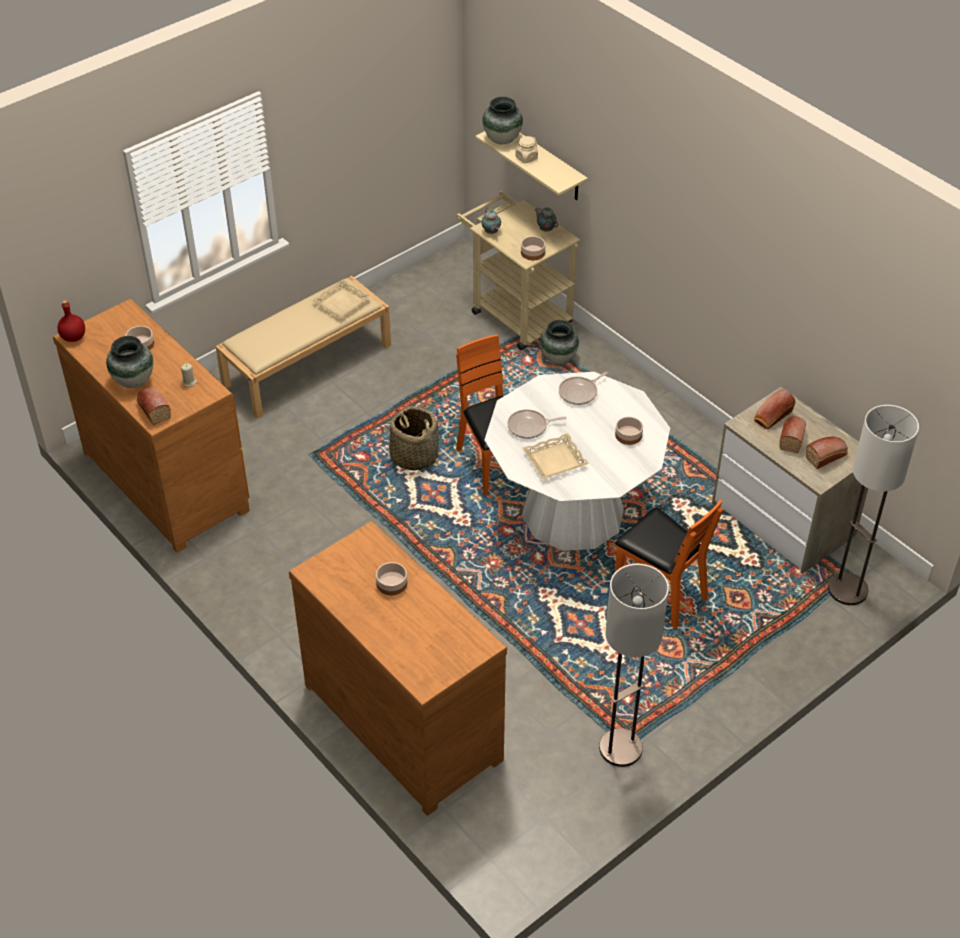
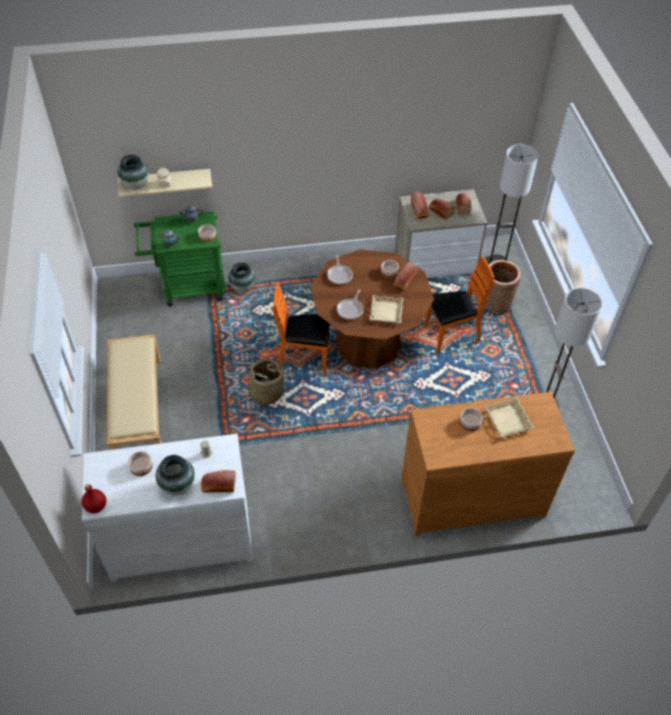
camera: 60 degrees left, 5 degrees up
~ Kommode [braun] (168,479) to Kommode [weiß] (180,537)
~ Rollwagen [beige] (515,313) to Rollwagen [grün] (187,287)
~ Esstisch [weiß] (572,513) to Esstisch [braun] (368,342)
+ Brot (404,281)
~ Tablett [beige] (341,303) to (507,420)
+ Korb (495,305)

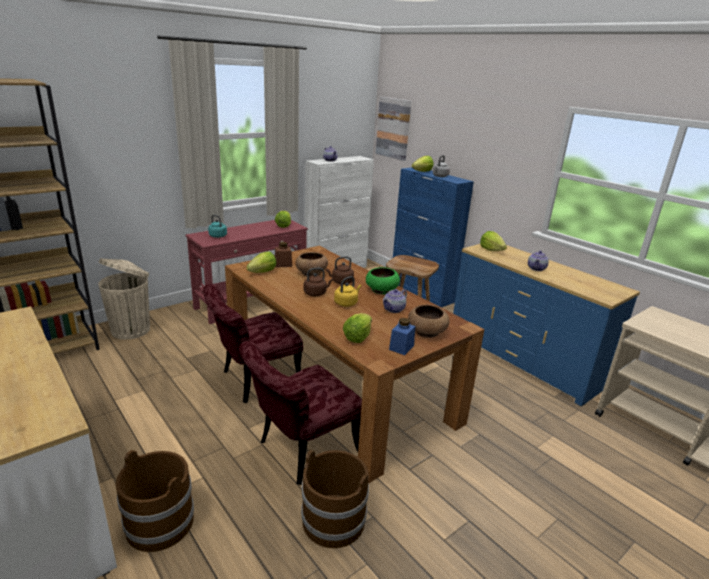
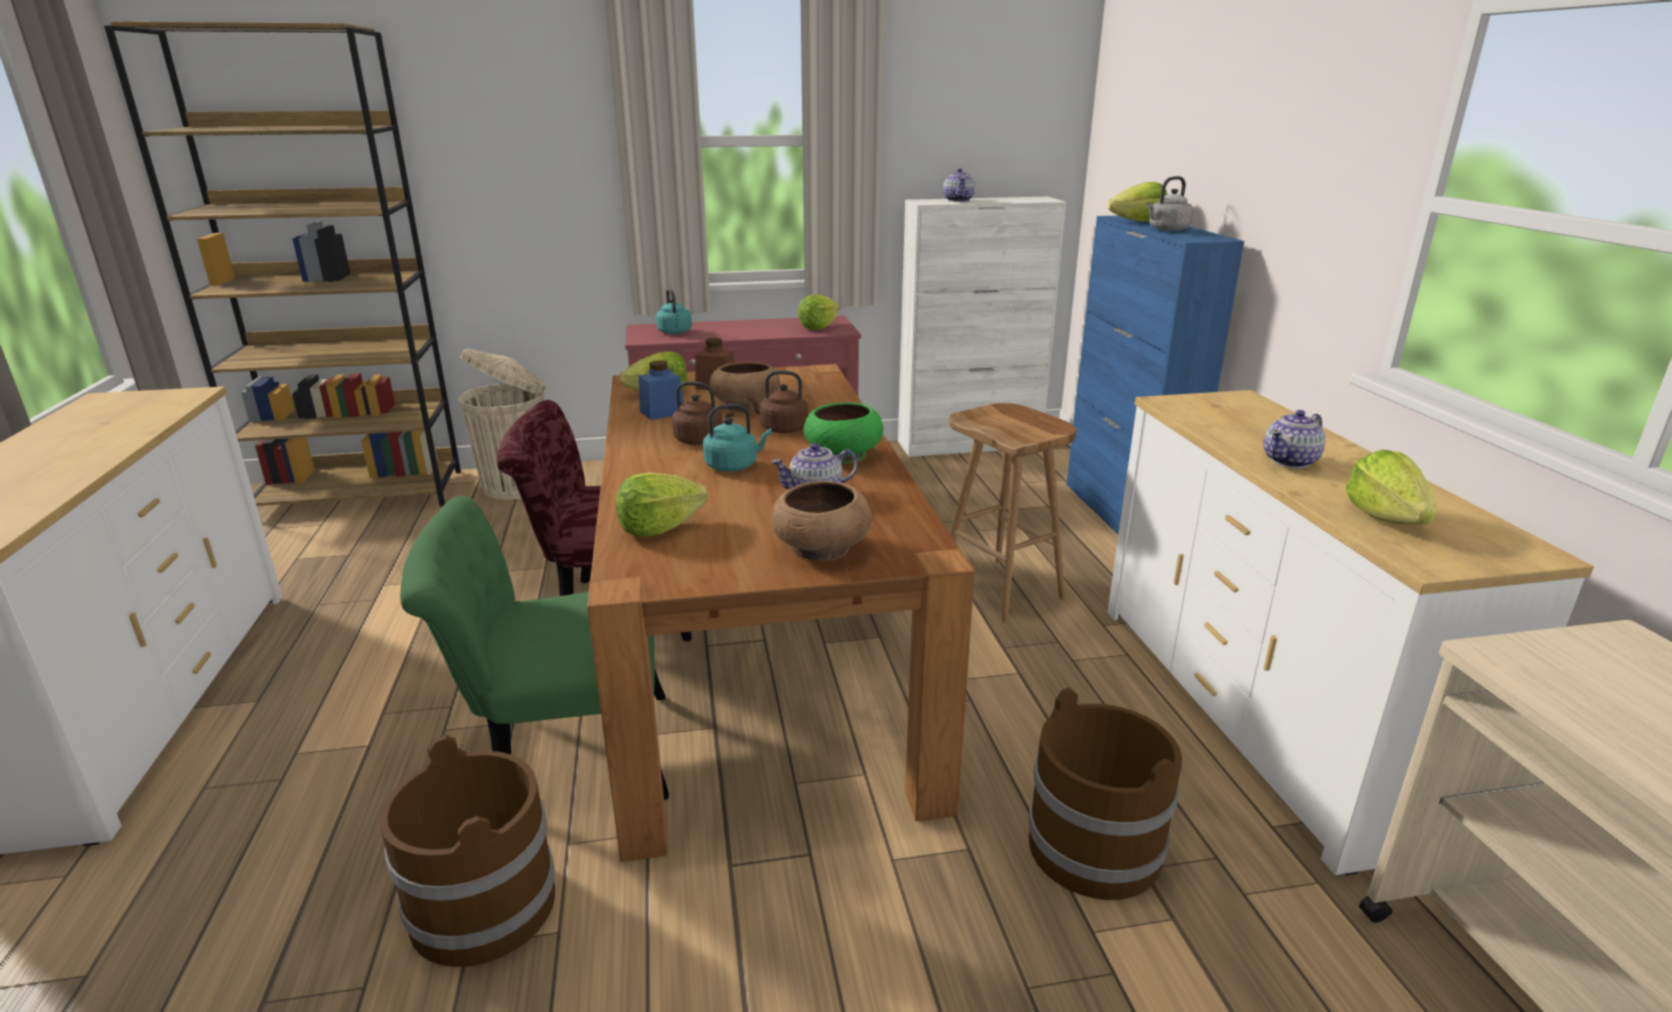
camera: 30 degrees right, 0 degrees up
~ Stuhl [rot] (300,451) to Stuhl [grün] (561,756)
~ Vorratsglas [blau] (401,347) to (662,412)
~ Wasserkessel [gelb] (346,303) to Wasserkessel [türkis] (734,466)
~ Eimer [braun] (159,523) to (1093,848)
~ Kommode [blau] (523,359) to Kommode [weiß] (1260,712)
~ Salatkopf (491,250) to (1386,518)
- Bild (393,128)

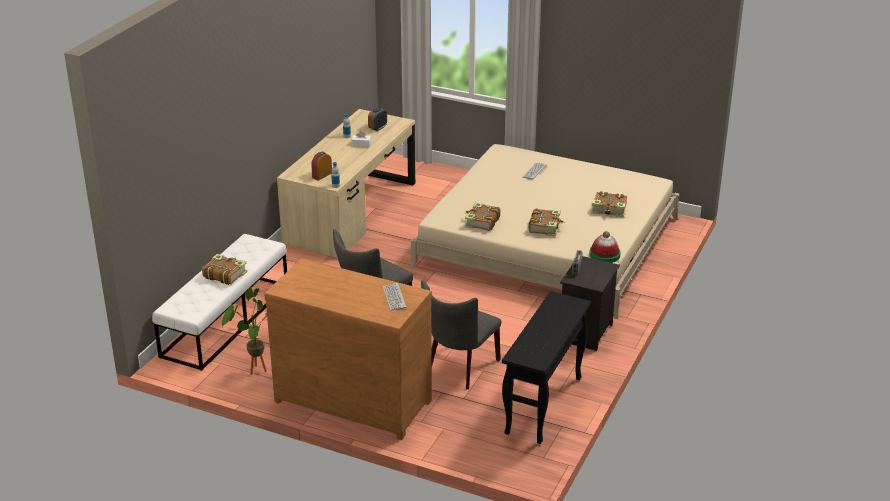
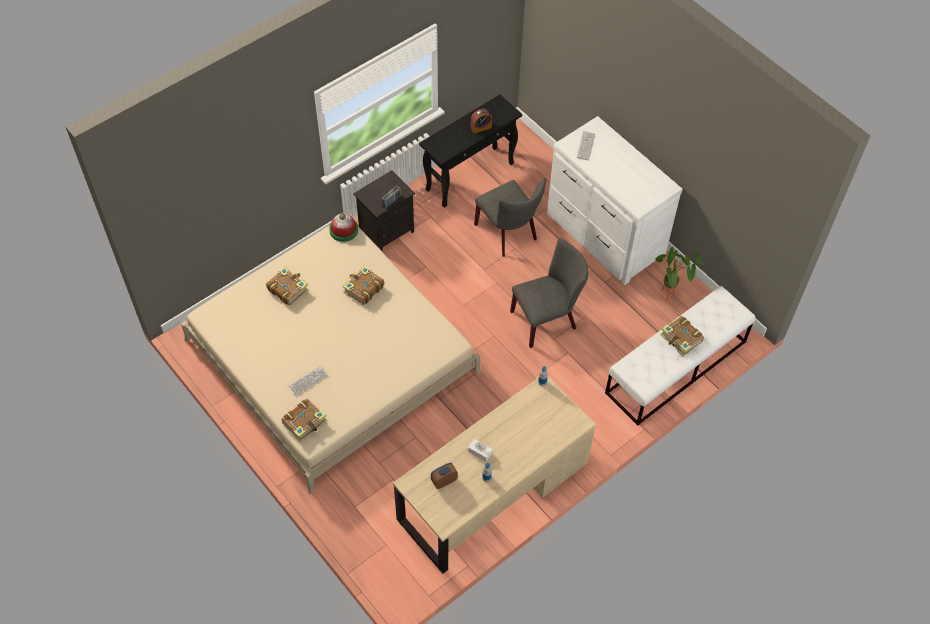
camera: 155 degrees left, 25 degrees up
~ Buch (481,222) to (305,422)
~ Wecker (322,175) to (481,128)
~ Stuhl [grau] (459,369) = (508,234) 90 degrees clockwise
~ Kommode [braun] (354,399) to Kommode [weiß] (603,235)

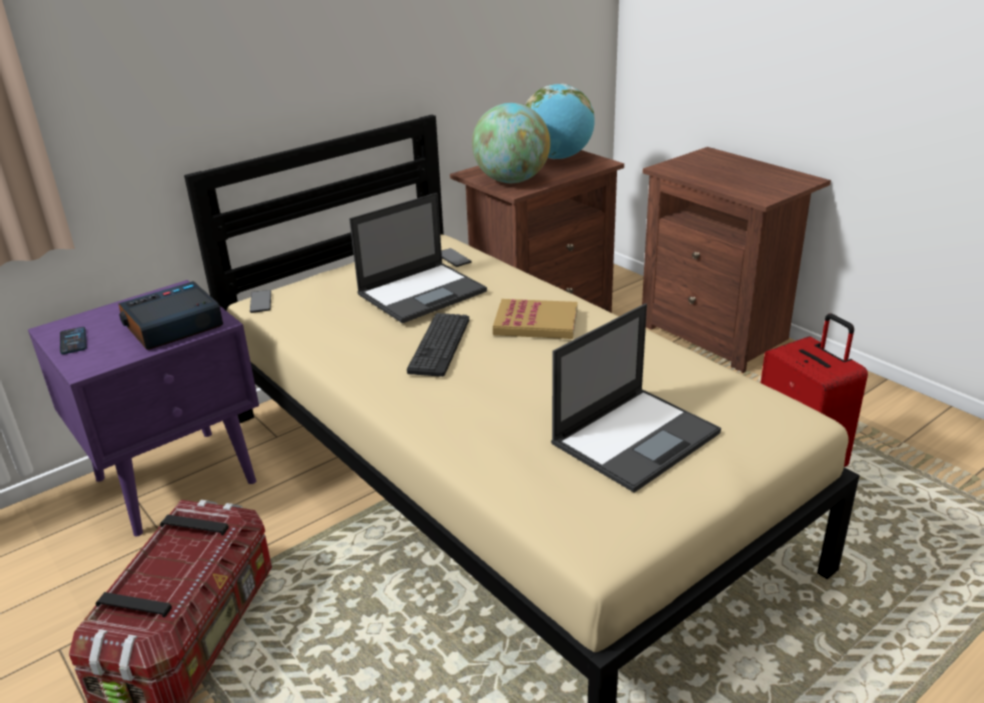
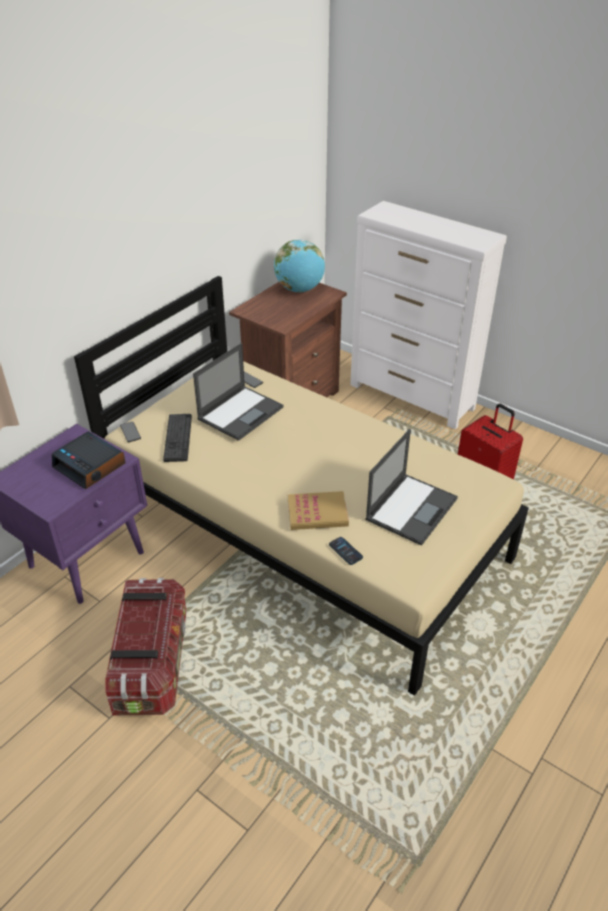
camera: 15 degrees left, 10 degrees up
~ Wecker (172,326) = (90,466) 90 degrees counterclockwise
~ Tastatur (439,345) to (178,438)
~ Buch (536,323) to (317,513)
~ Handy (73,341) to (345,551)
~ Nachttisch [braun] (718,333) to Kommode [weiß] (412,397)
- Globus (512,181)

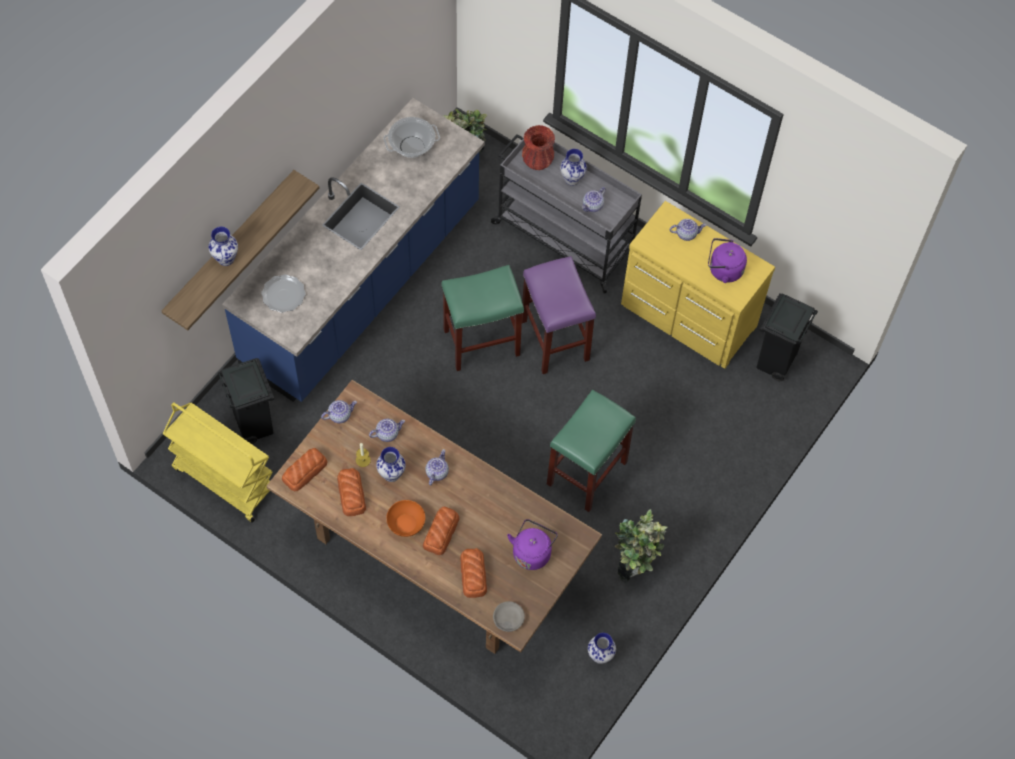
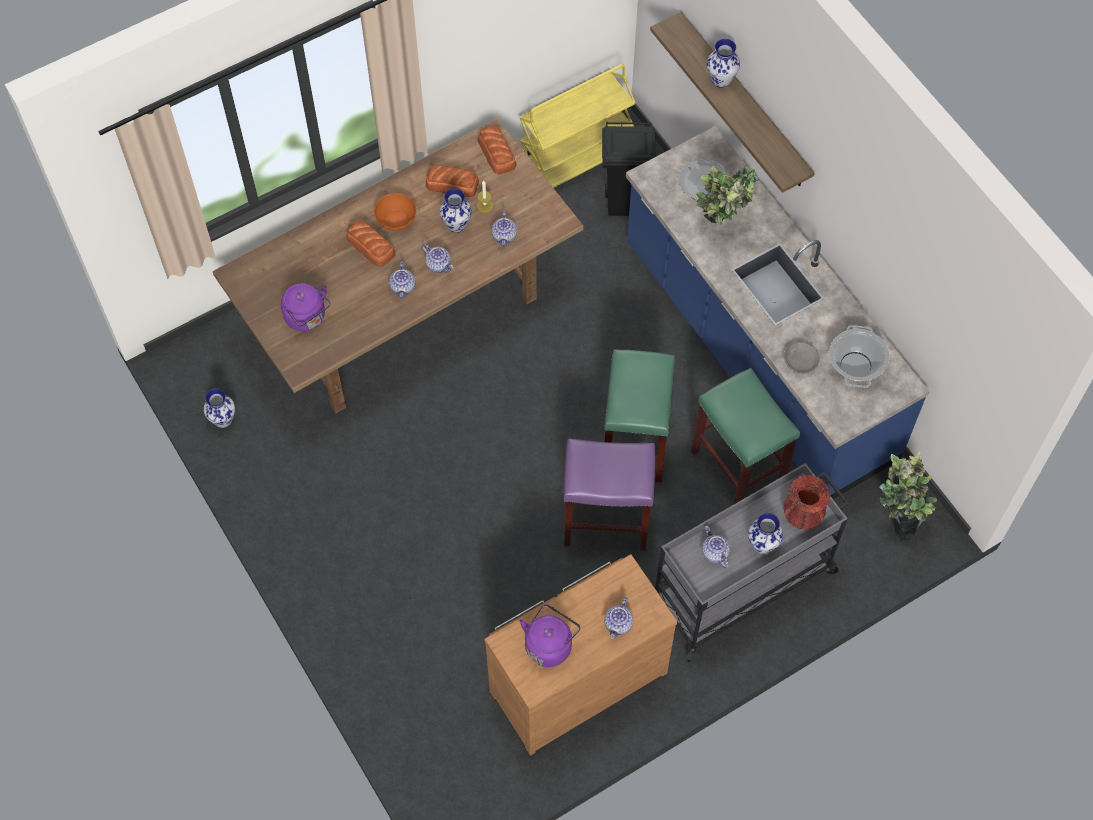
camera: 115 degrees right, 0 degrees up
~ Teekanne (340,415) to (403,287)
~ Kommode [gelb] (687,318) to Kommode [braun] (574,678)
~ Hocker [grün] (587,472) to (739,468)
~ Topfpflanze (634,566) to (721,232)
~ Schüssel [grau] (508,619) to (800,360)
- Brot (473,575)
- Mülleimer [schwarz] (774,363)

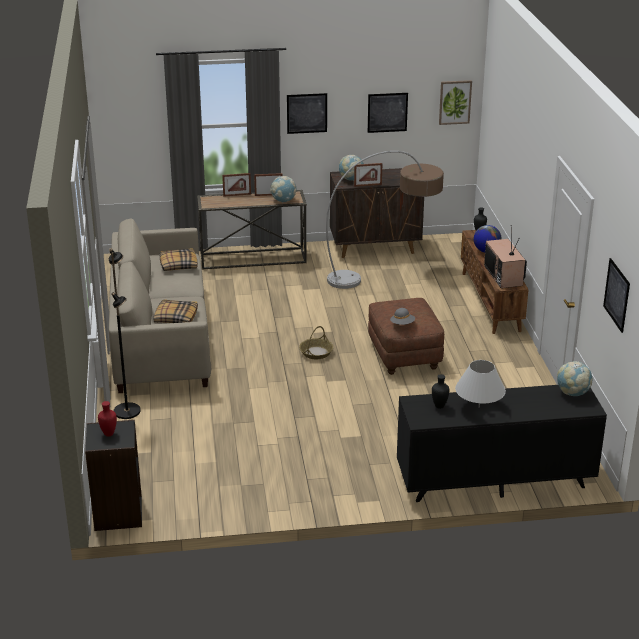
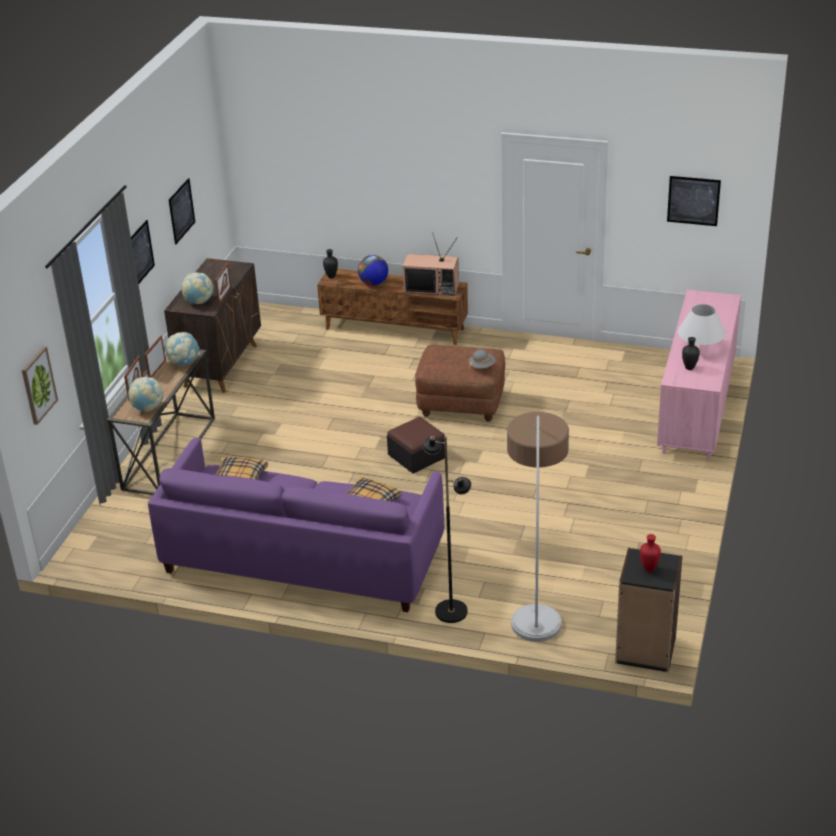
camera: 65 degrees left, 5 degrees up
~ Bild (455,102) to (38,385)
~ Globus (572,393) to (148,408)
~ Sofa [beige] (160,337) to Sofa [lila] (302,558)
~ Korb (316,352) to Polsterhocker (417,456)
~ Stehlampe (387,273) to (536,579)
~ Kommode [schwarz] (494,480) to Kommode [rosa] (696,410)

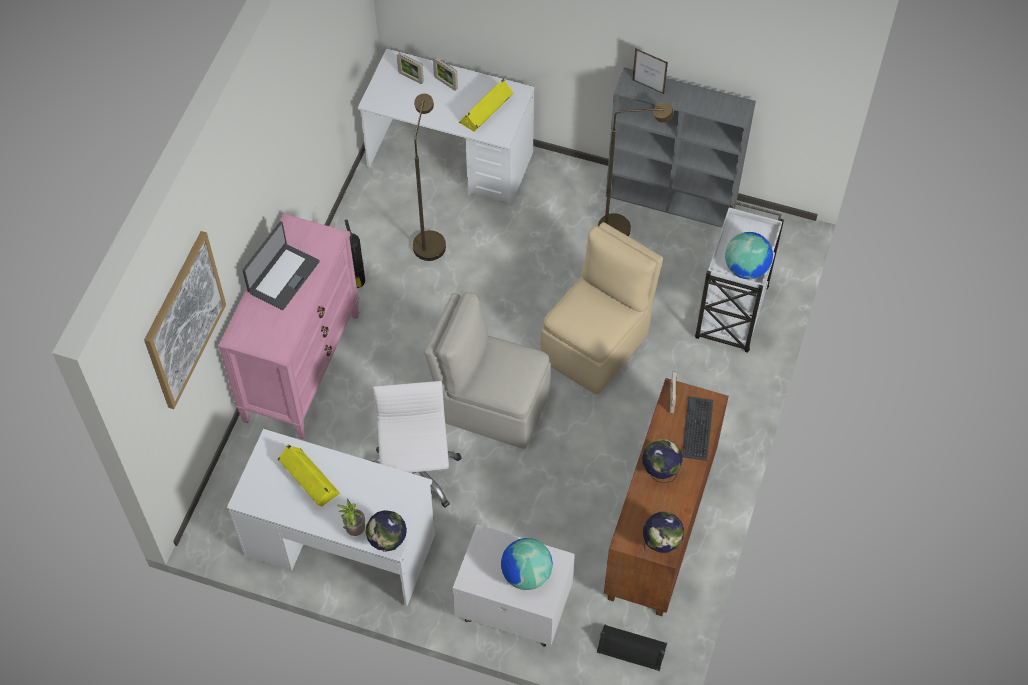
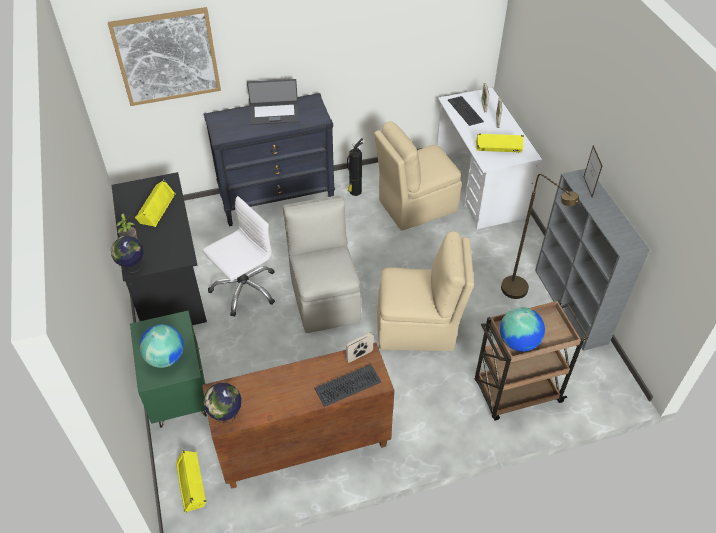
camera: 55 degrees right, 10 degrees down
~ Schreibtisch [weiß] (339,545) to Schreibtisch [schwarz] (168,280)
~ Nachttisch [weiß] (513,610) to Nachttisch [grün] (179,394)
~ Lautsprecher [schwarz] (631,648) to Lautsprecher [gelb] (192,483)
~ Kommode [rosa] (302,366) to Kommode [schwarz] (277,200)
~ Stehlampe [braun] (429,239) to Stuhl [beige] (415,206)
+ Tastatur (465,111)
~ Rollwagen [weiß] (731,315) to Rollwagen [braun] (516,392)
- Globus (659,472)

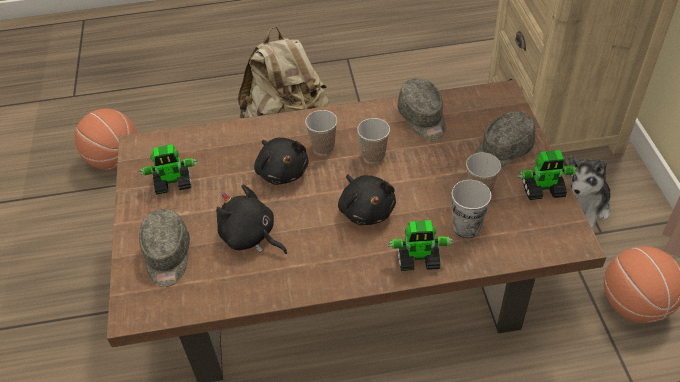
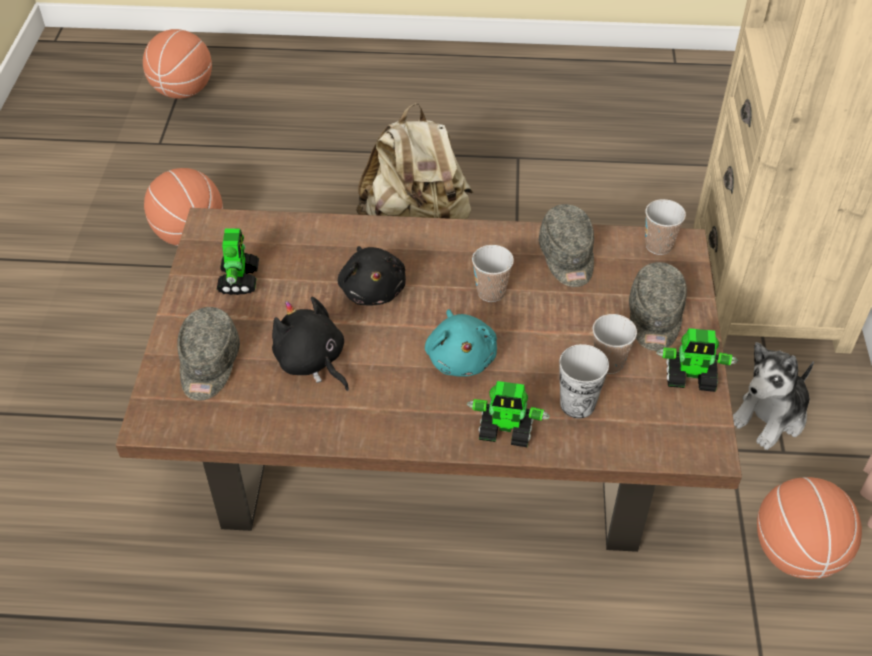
camera: 10 degrees right, 0 degrees up
+ Basketball (183,91)
~ Spielzeugroboter (174,183) = (239,279) 90 degrees counterclockwise
~ Plüschtier [schwarz] (366,209) to Plüschtier [türkis] (461,357)
~ Kappe [grau] (502,151) = (654,318) 60 degrees counterclockwise
~ Tasse (323,147) to (658,246)

